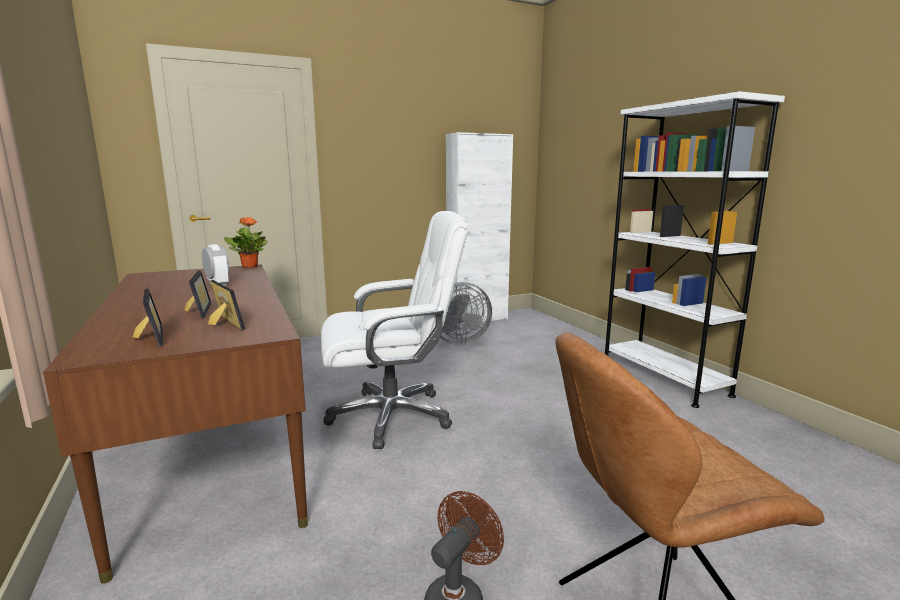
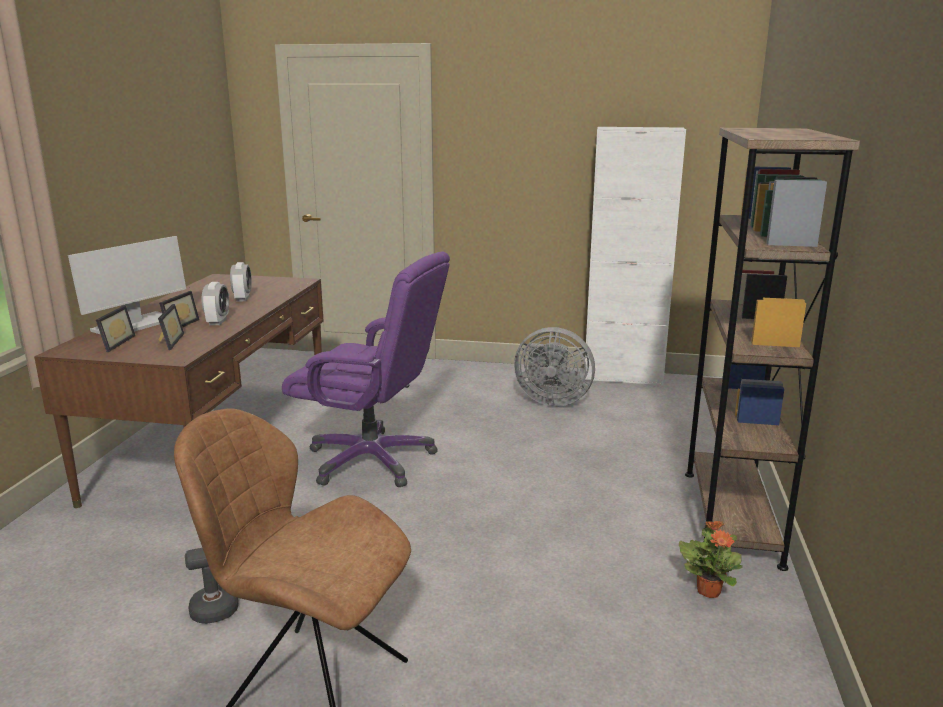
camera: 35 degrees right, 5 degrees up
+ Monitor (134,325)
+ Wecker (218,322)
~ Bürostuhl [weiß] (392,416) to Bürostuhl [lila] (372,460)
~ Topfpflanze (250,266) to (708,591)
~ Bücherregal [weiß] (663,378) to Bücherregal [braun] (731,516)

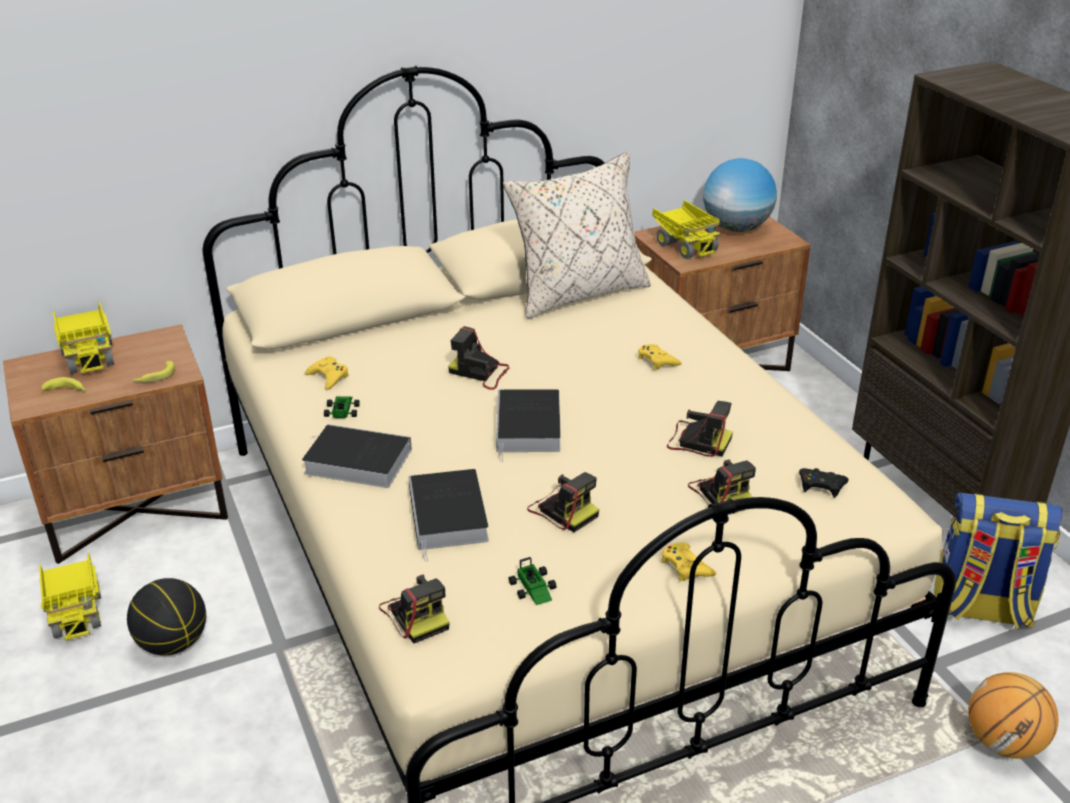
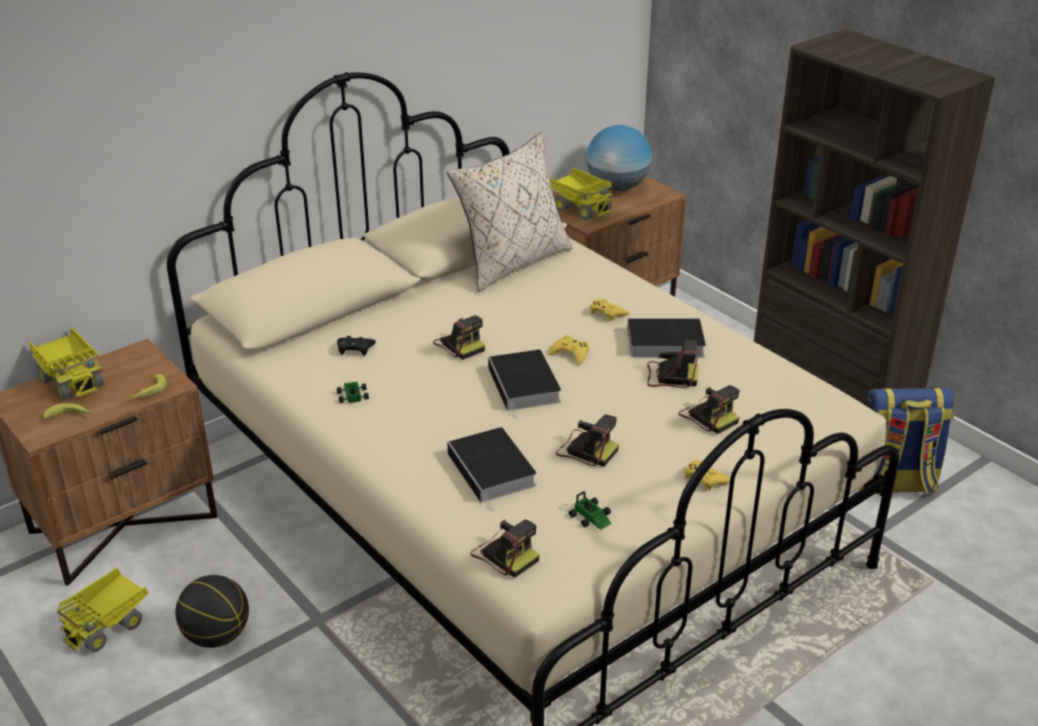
camera: 15 degrees left, 0 degrees up
~ Spielzeuglaster (76,612) = (108,626) 75 degrees clockwise
~ Gamepad [schwarz] (821,485) to (355,349)
~ Kamera (480,373) = (460,345) 135 degrees counterclockwise
~ Gamepad [gelb] (328,377) to (570,354)
~ Buch (354,461) to (662,343)
- Basketball (1004,743)

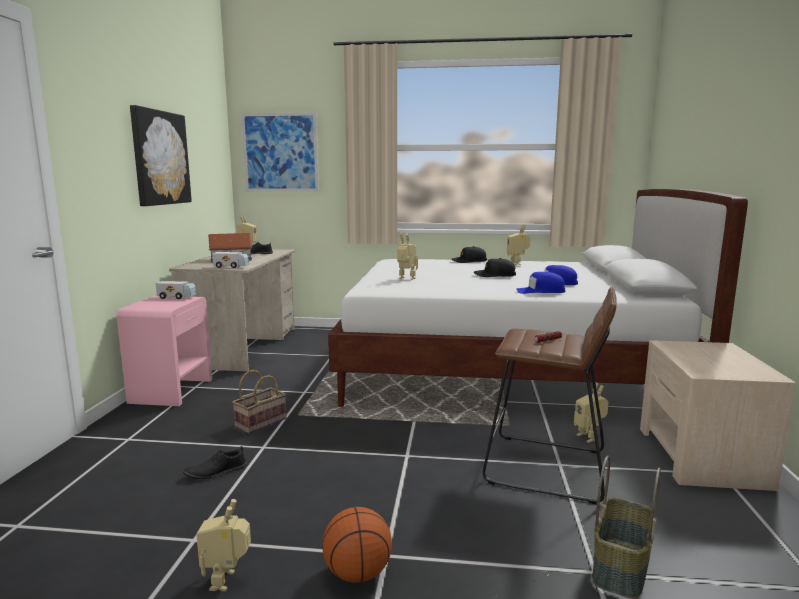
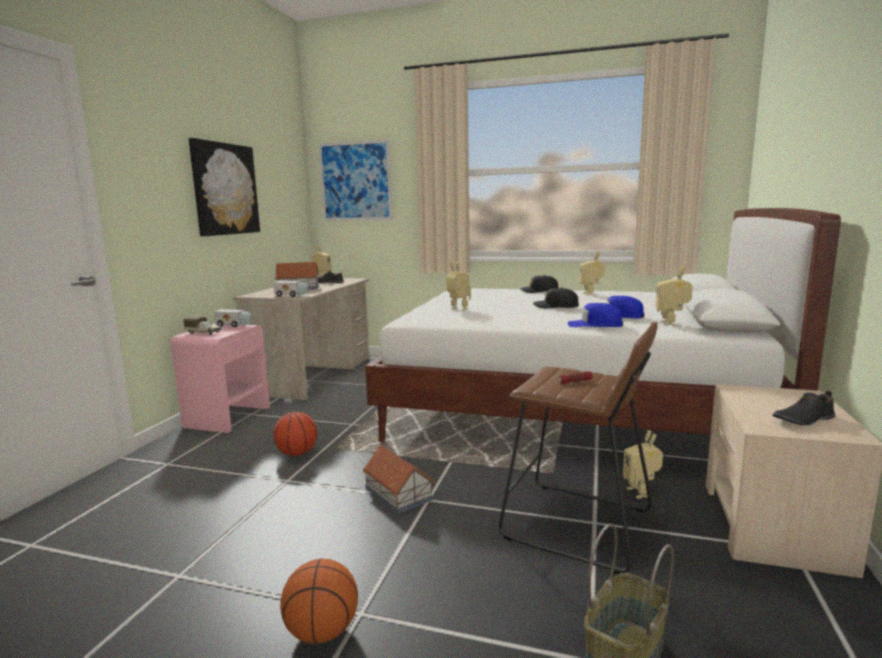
camera: 10 degrees right, 0 degrees up
+ Spielzeuglaster (204,333)
~ Korb (261,422) to Basketball (297,453)
+ Spielzeughaus (398,493)
~ Spielzeugroboter (227,580) to (671,323)
~ Schuh [schwarz] (215,471) to (803,419)

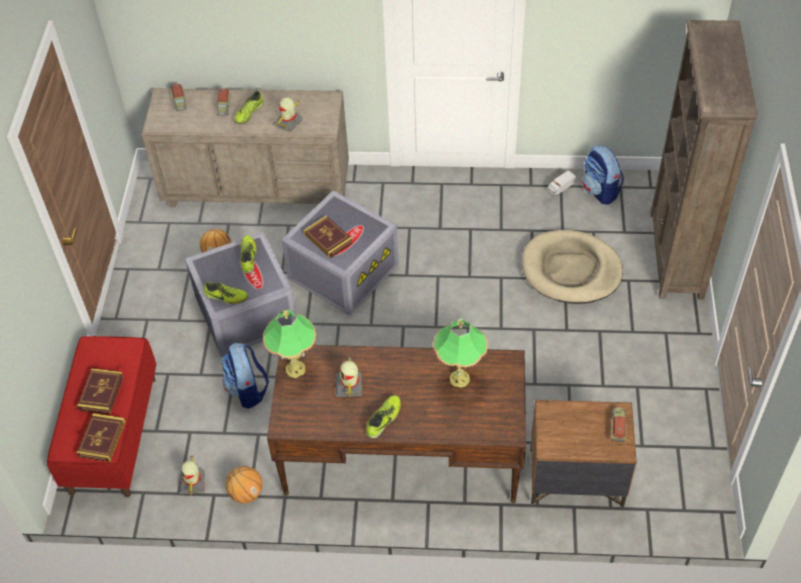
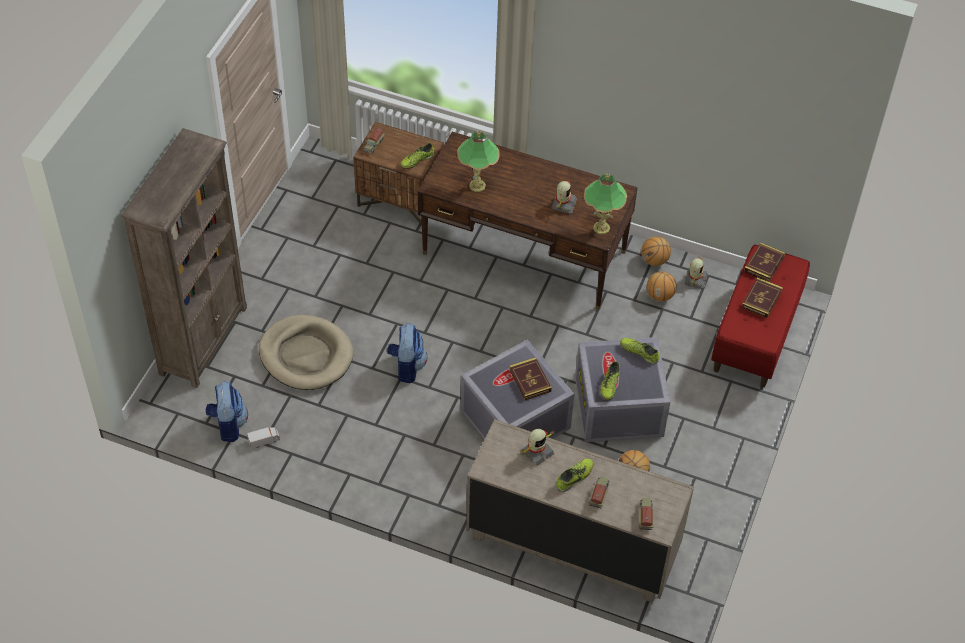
camera: 165 degrees left, 0 degrees up
~ Rucksack (247,390) to (407,367)
~ Schuh (384,419) to (417,161)
+ Basketball (660,295)

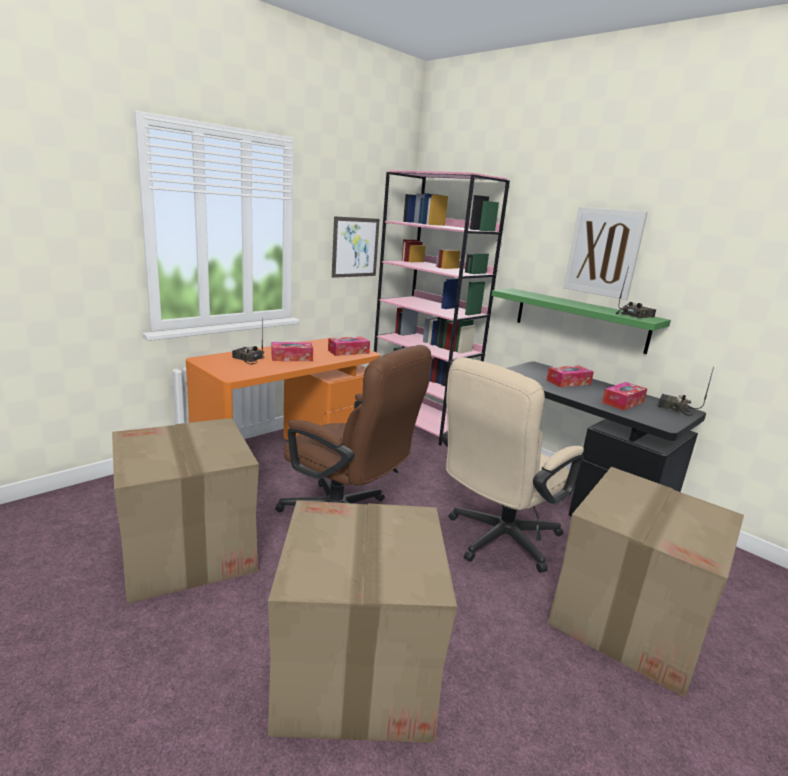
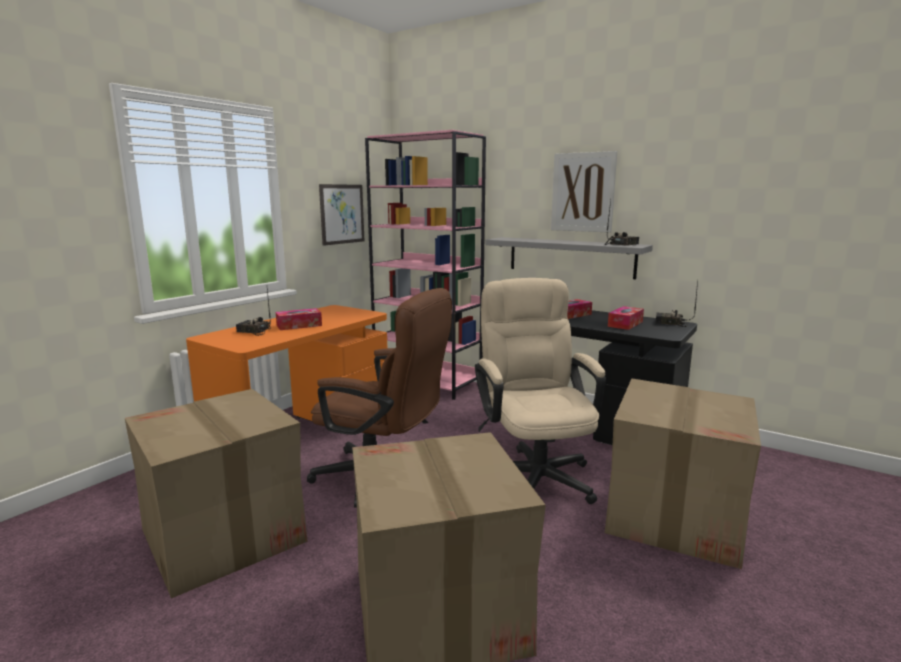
camera: 10 degrees left, 5 degrees down
~ Bürostuhl [beige] (496,541) = (535,473) 135 degrees clockwise
~ Wandregal [grün] (580,319) to Wandregal [grau] (570,257)
- Taschentuchbox (348,352)

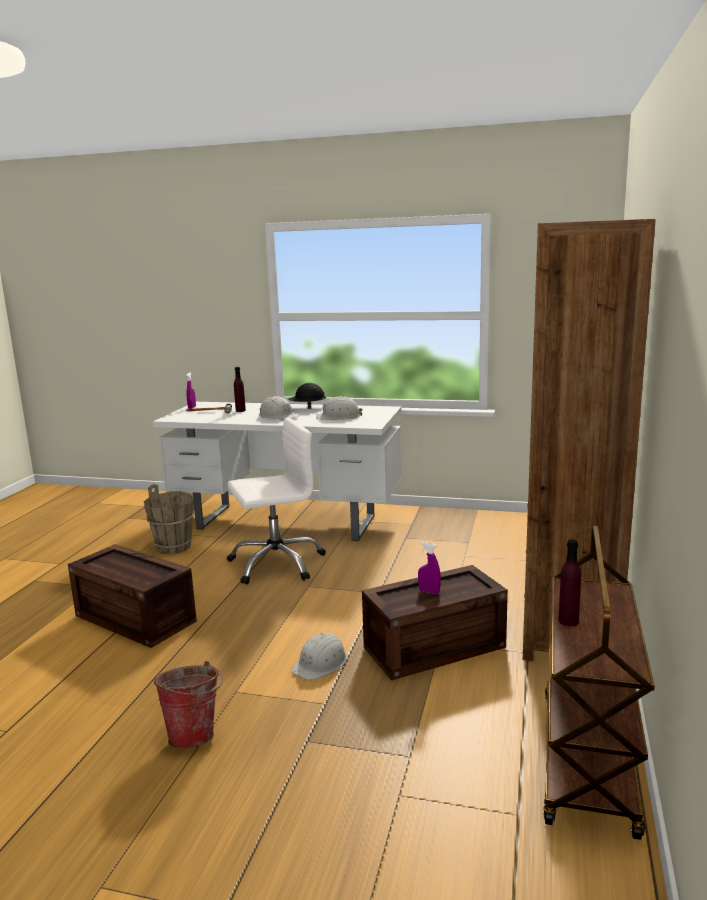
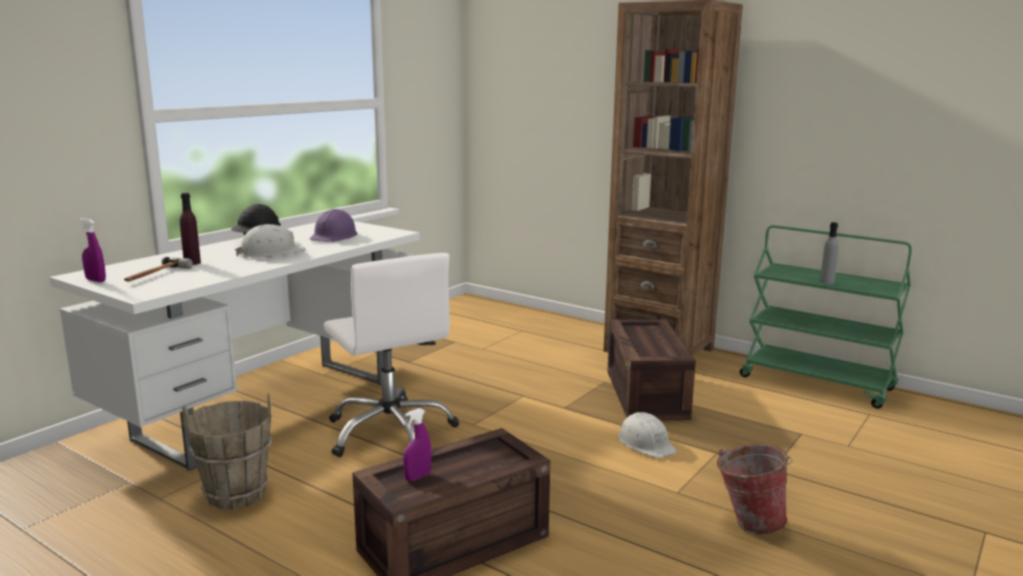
camera: 70 degrees left, 0 degrees up
~ Schutzhelm [weiß] (339,417) to Schutzhelm [lila] (334,236)
~ Bürostuhl [weiß] (276,563) = (391,432) 150 degrees clockwise
~ Sprühflasche [lila] (429,591) to (417,477)
~ Rollwagen [braun] (588,763) to Rollwagen [grün] (818,383)
~ Flasche [lila] (568,621) to Flasche [grau] (827,282)

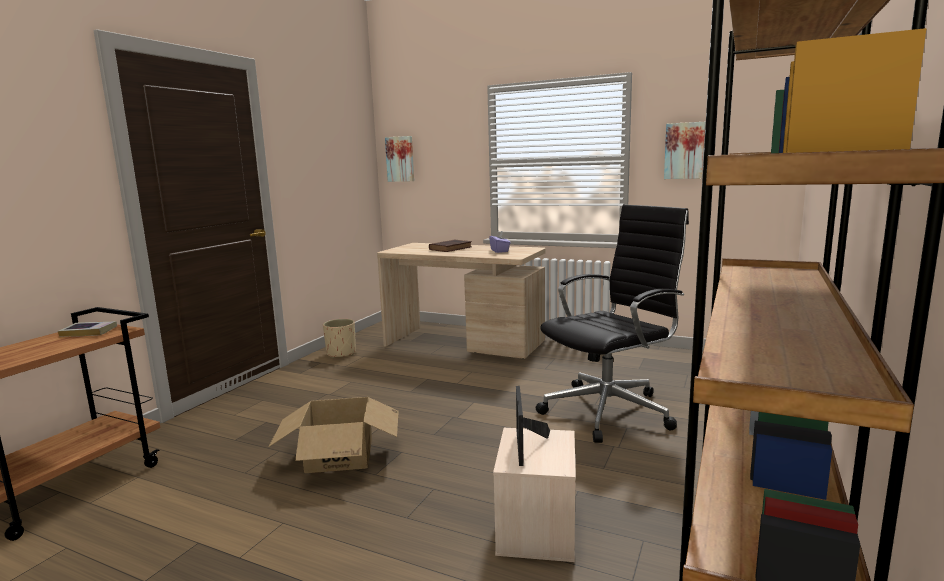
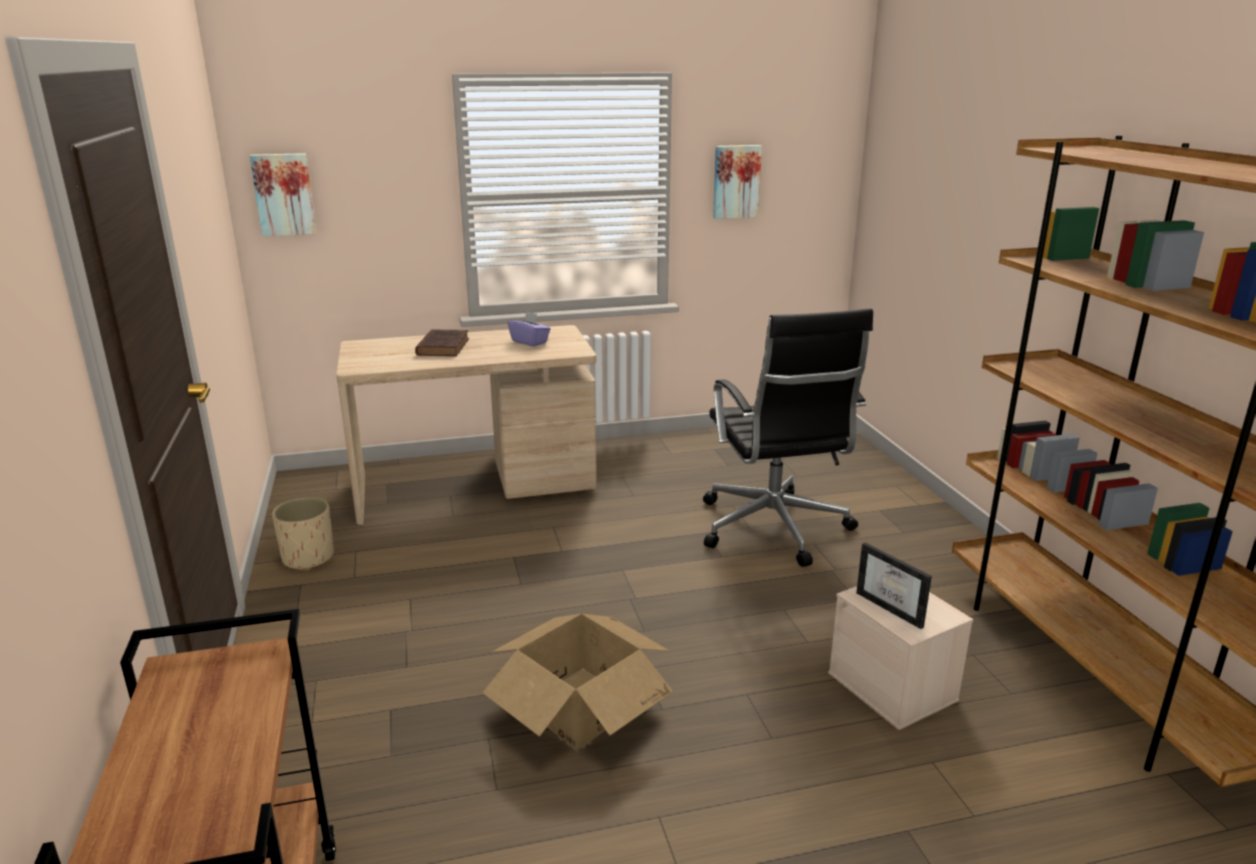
camera: 40 degrees left, 10 degrees up
~ Bürostuhl [schwarz] (610,411) = (774,529) 150 degrees clockwise
- Buch (89,332)

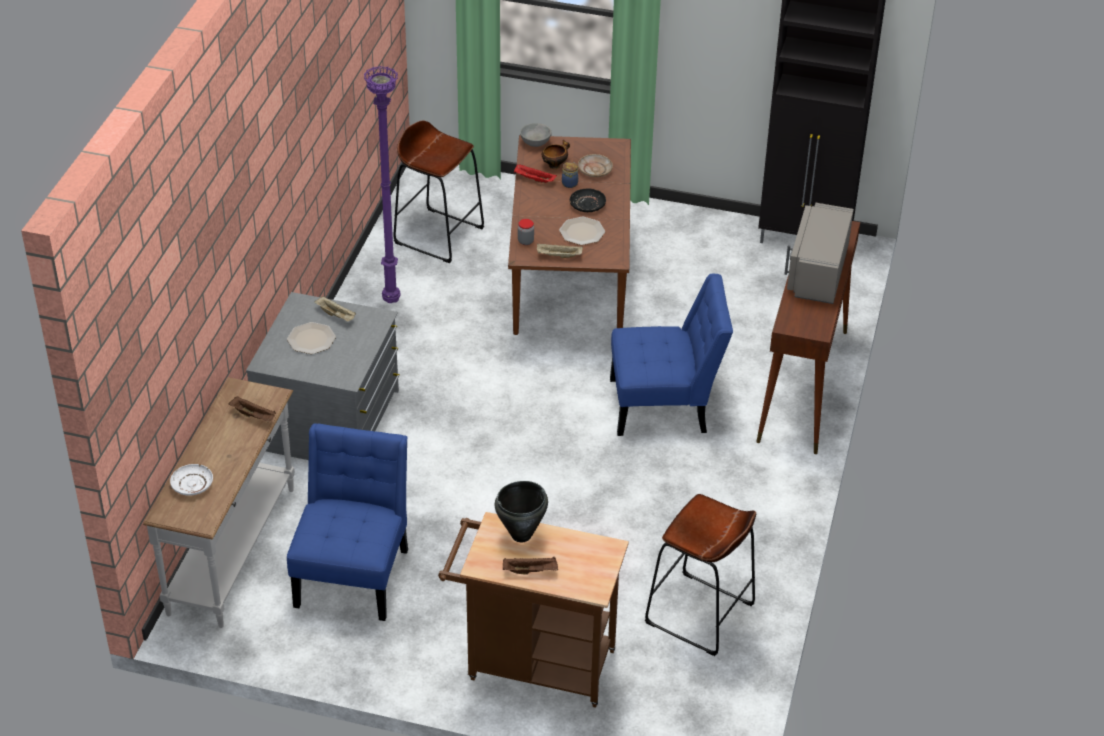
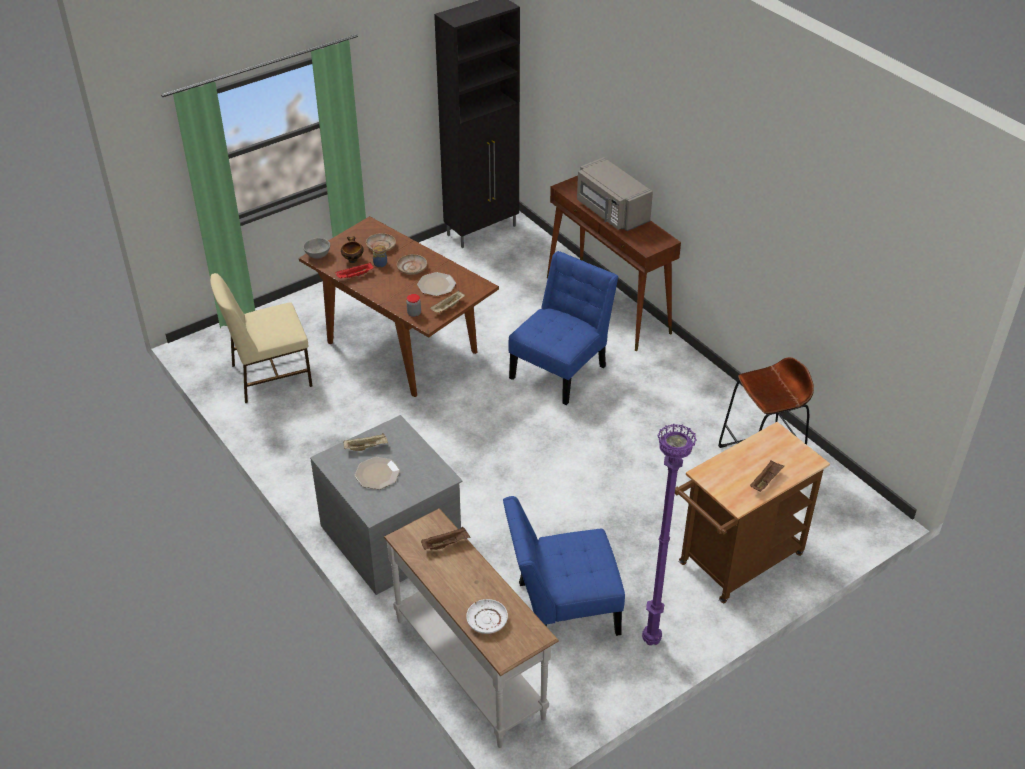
camera: 50 degrees left, 0 degrees up
~ Hocker [braun] (439,235) to Stuhl [beige] (269,375)
~ Teller [schwarz] (587,205) to Teller [beige] (412,268)
~ Stuhl [blau] (354,572) = (561,609) 60 degrees counterclockwise
~ Stehlampe [lila] (392,300) to (651,639)
- Kochtopf [schwarz] (522,535)

